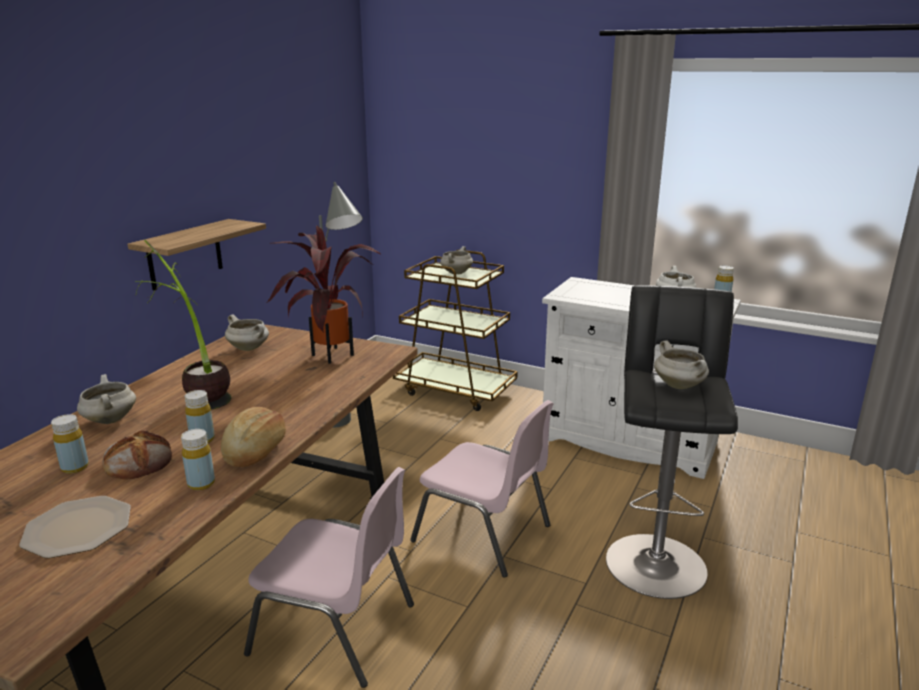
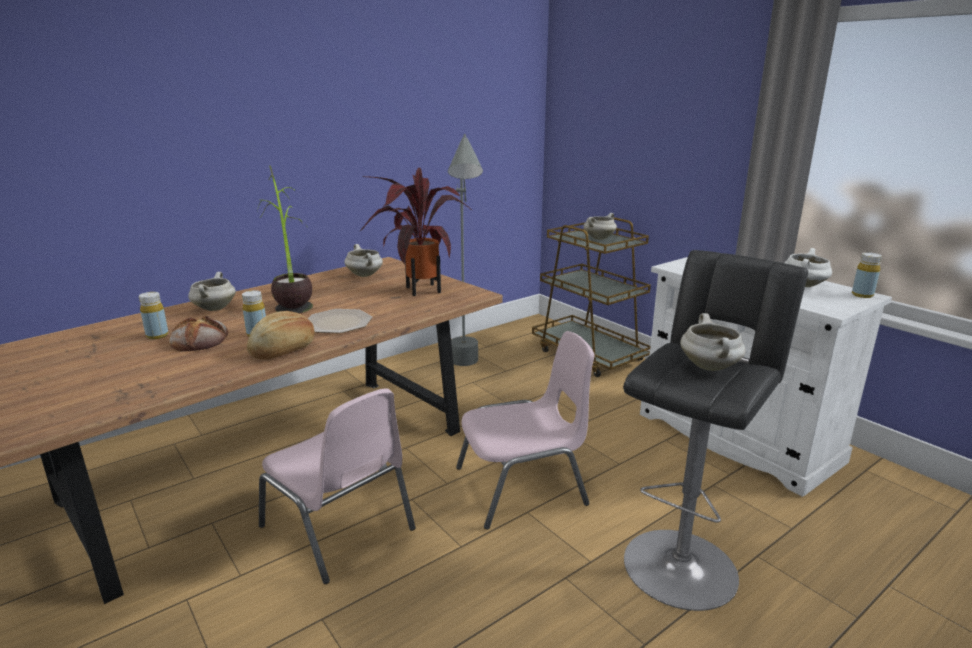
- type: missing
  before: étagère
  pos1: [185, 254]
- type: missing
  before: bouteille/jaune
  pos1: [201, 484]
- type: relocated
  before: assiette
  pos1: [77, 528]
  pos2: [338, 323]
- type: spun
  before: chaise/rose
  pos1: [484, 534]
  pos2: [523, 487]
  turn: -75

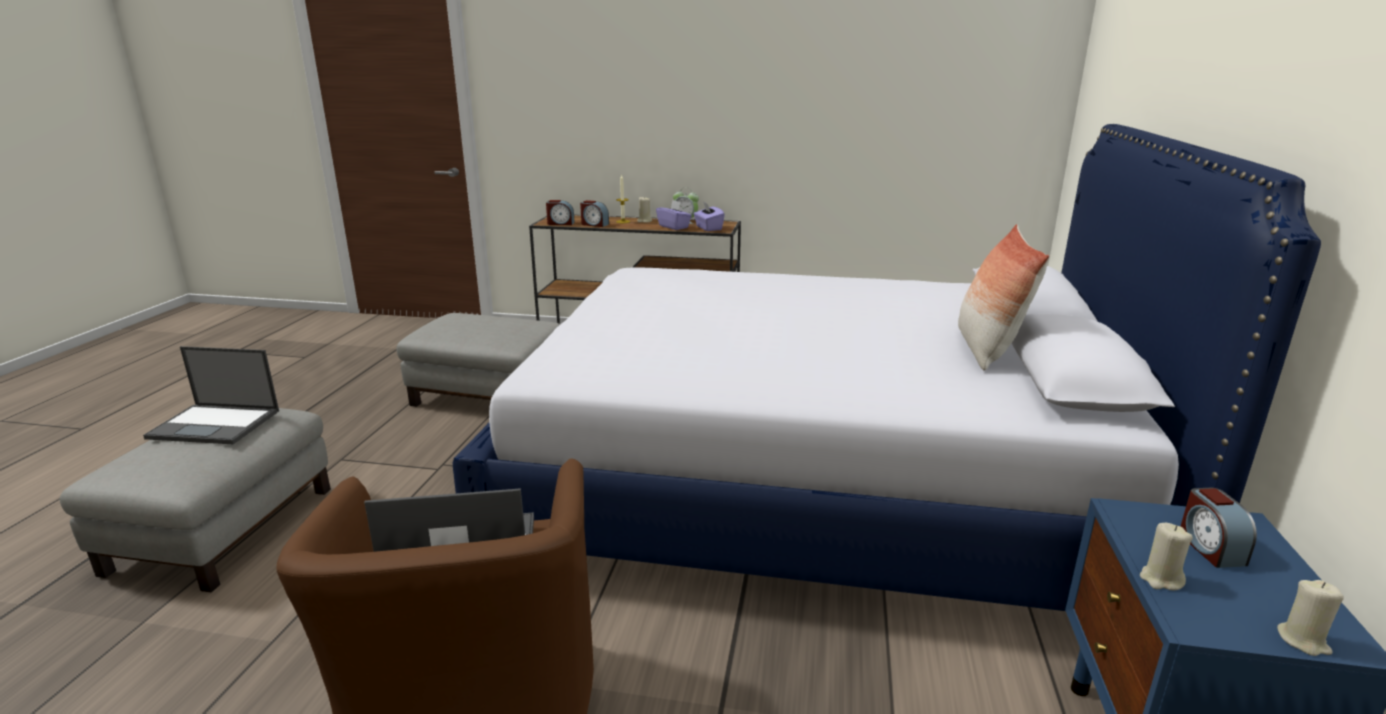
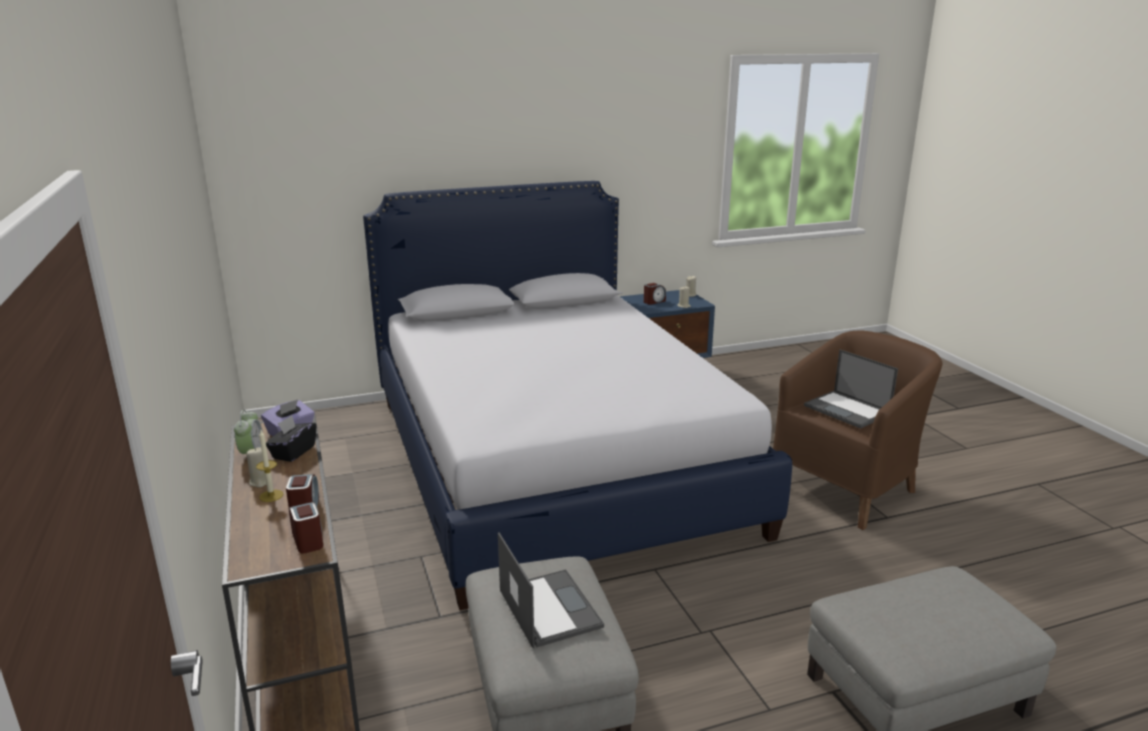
- type: missing
  before: coussin
  pos1: [986, 350]
- type: relocated
  before: ordinateur portable
  pos1: [216, 424]
  pos2: [549, 608]
- type: colour
  before: boîte à mouchoirs/violet
  after: boîte à mouchoirs/noir
  pos1: [674, 227]
  pos2: [293, 452]

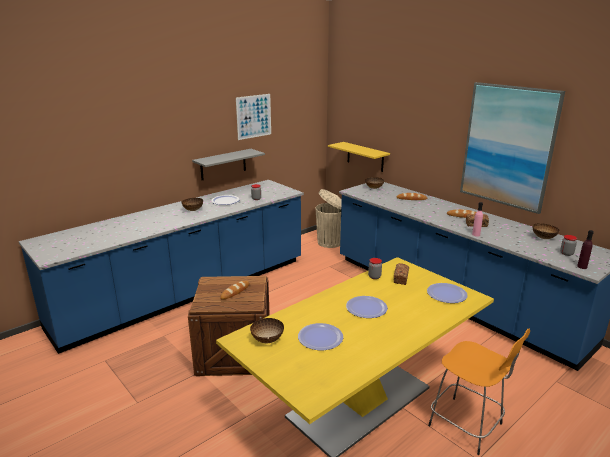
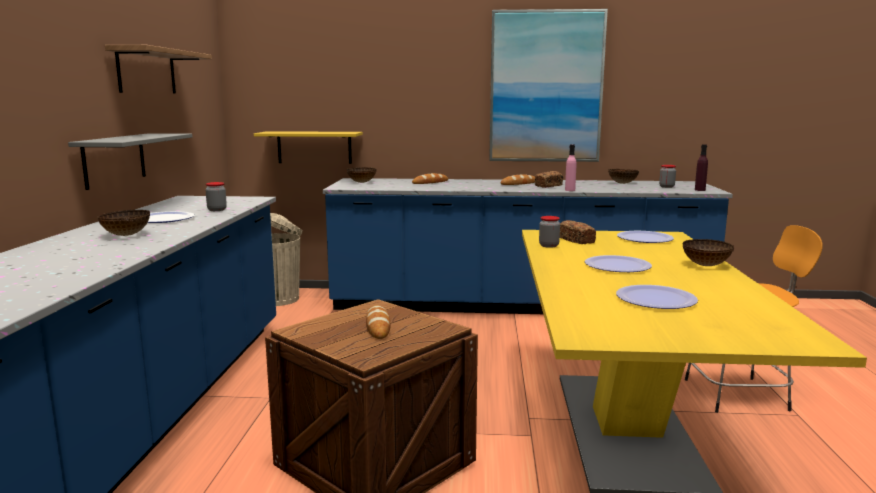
- type: relocated
  before: bol
  pos1: [267, 340]
  pos2: [705, 265]
- type: exchanged
  before: tableau
  after: étagère
  pos1: [254, 116]
  pos2: [147, 71]

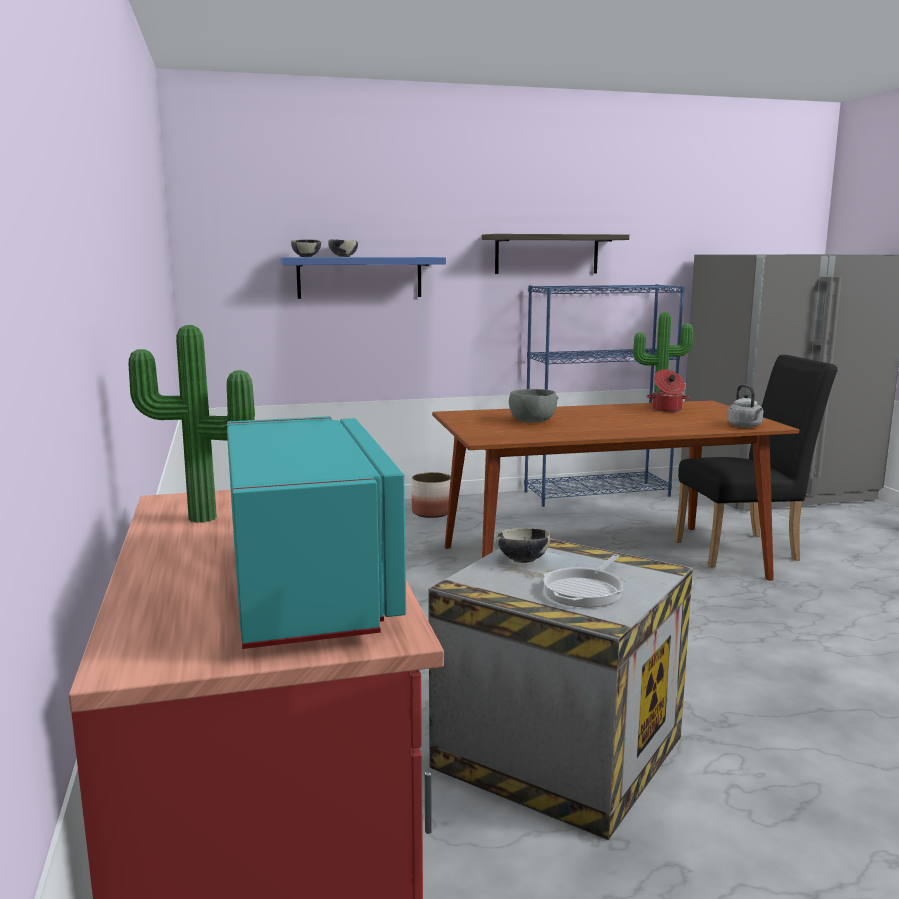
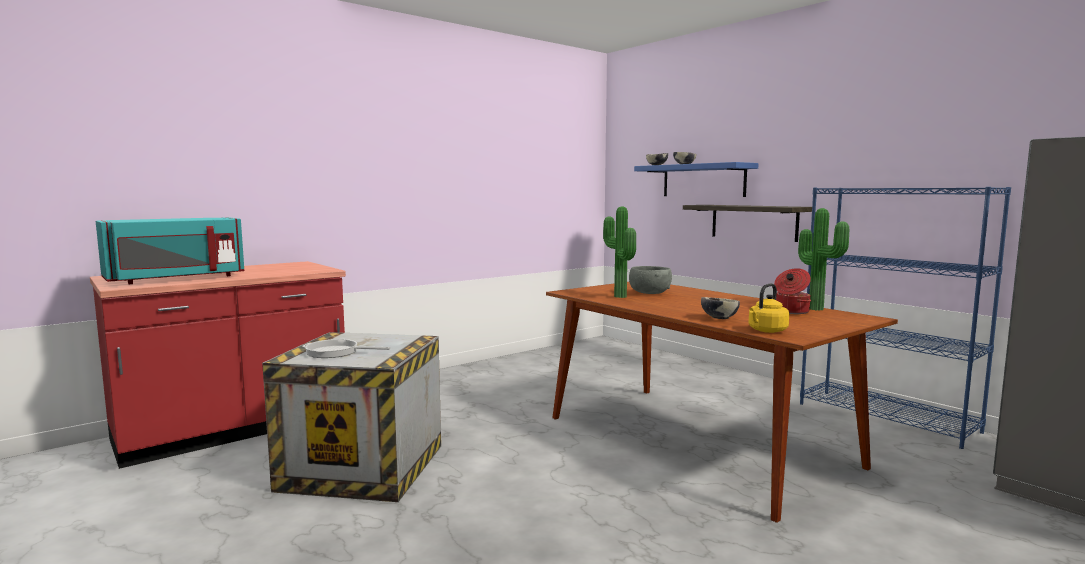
- type: missing
  before: cache-pot
  pos1: [432, 512]
- type: missing
  before: chaise/noir
  pos1: [744, 550]
- type: relocated
  before: plante en pot
  pos1: [201, 520]
  pos2: [618, 297]
- type: relocated
  before: étagère
  pos1: [546, 254]
  pos2: [753, 222]
- type: relocated
  before: bol
  pos1: [522, 560]
  pos2: [719, 318]
- type: colour
  before: bouilloire/gris
  after: bouilloire/jaune
  pos1: [745, 426]
  pos2: [766, 331]

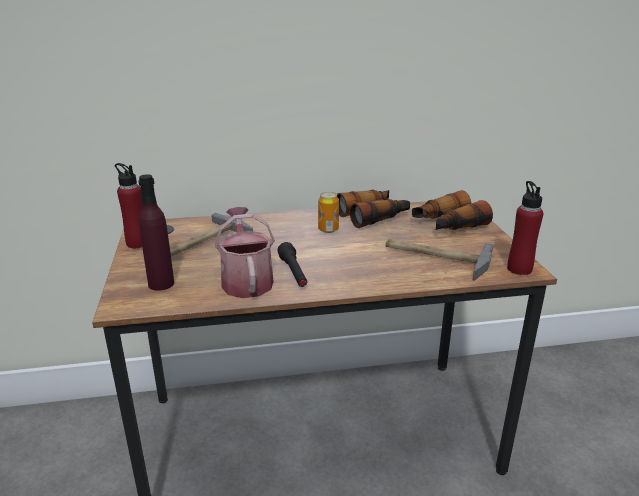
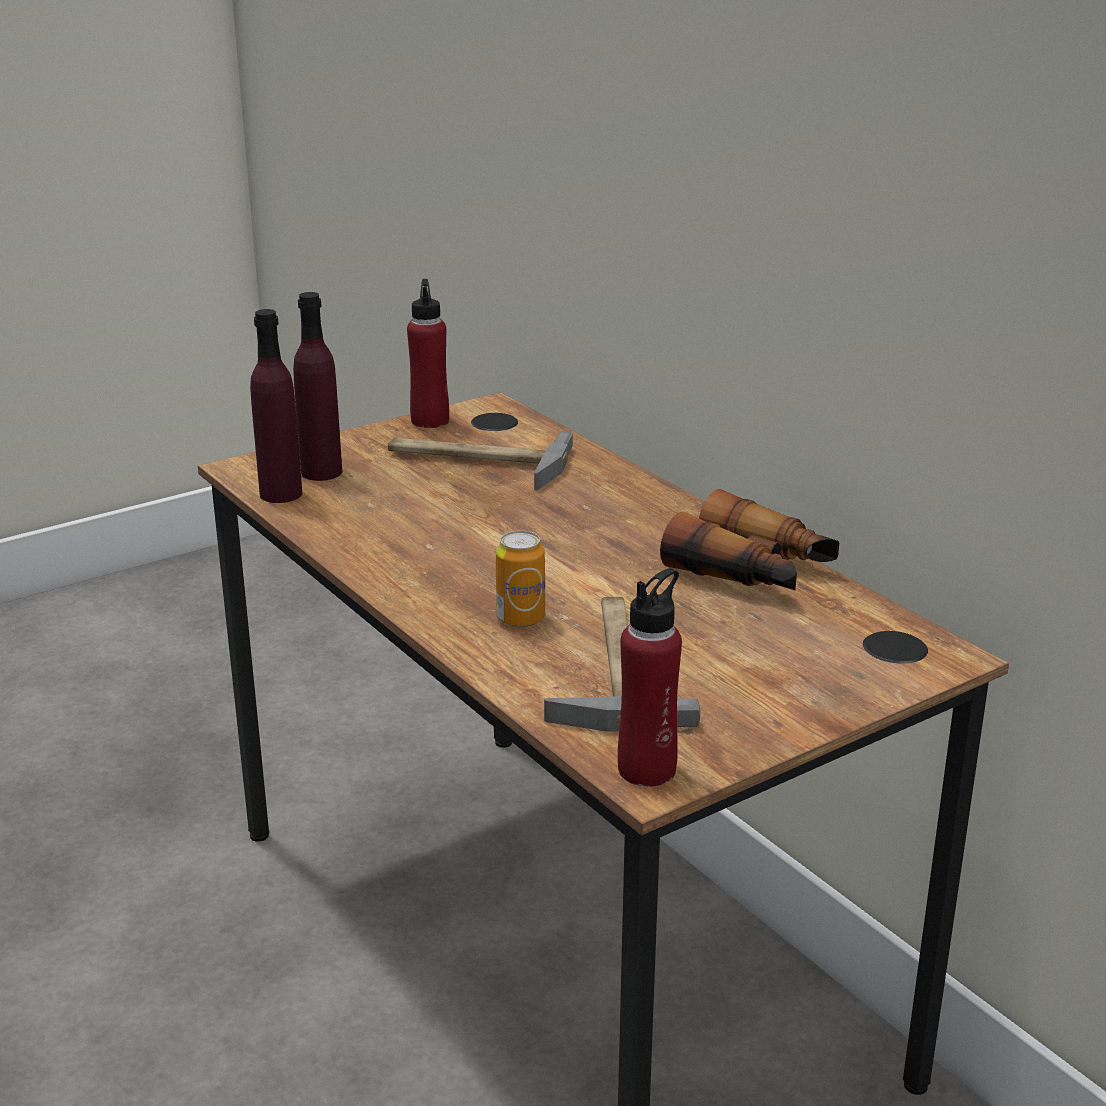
- type: missing
  before: arrosoir
  pos1: [246, 280]
- type: missing
  before: lampe de poche/noir
  pos1: [293, 273]
- type: missing
  before: jumelles
  pos1: [447, 224]
- type: appeared
  after: bouteille/violet
  pos2: [281, 494]
- type: relocated
  before: boîte métallique
  pos1: [328, 229]
  pos2: [520, 619]

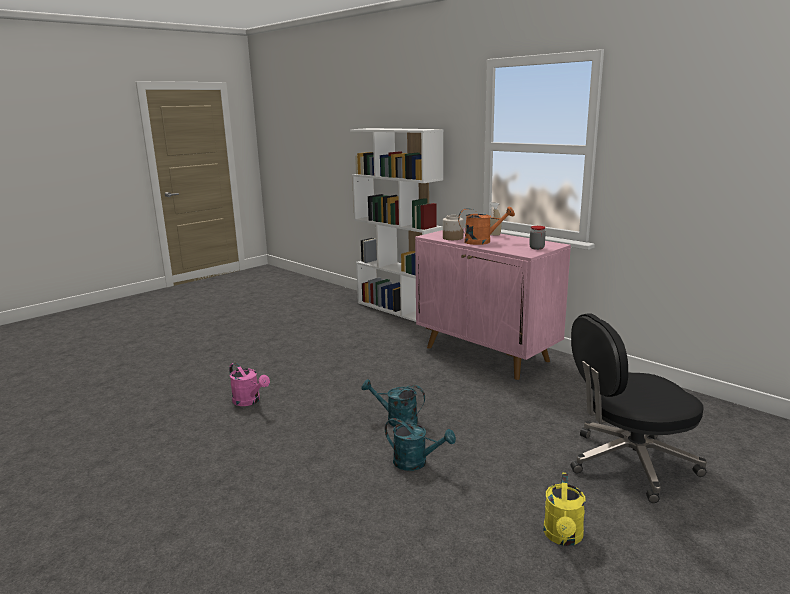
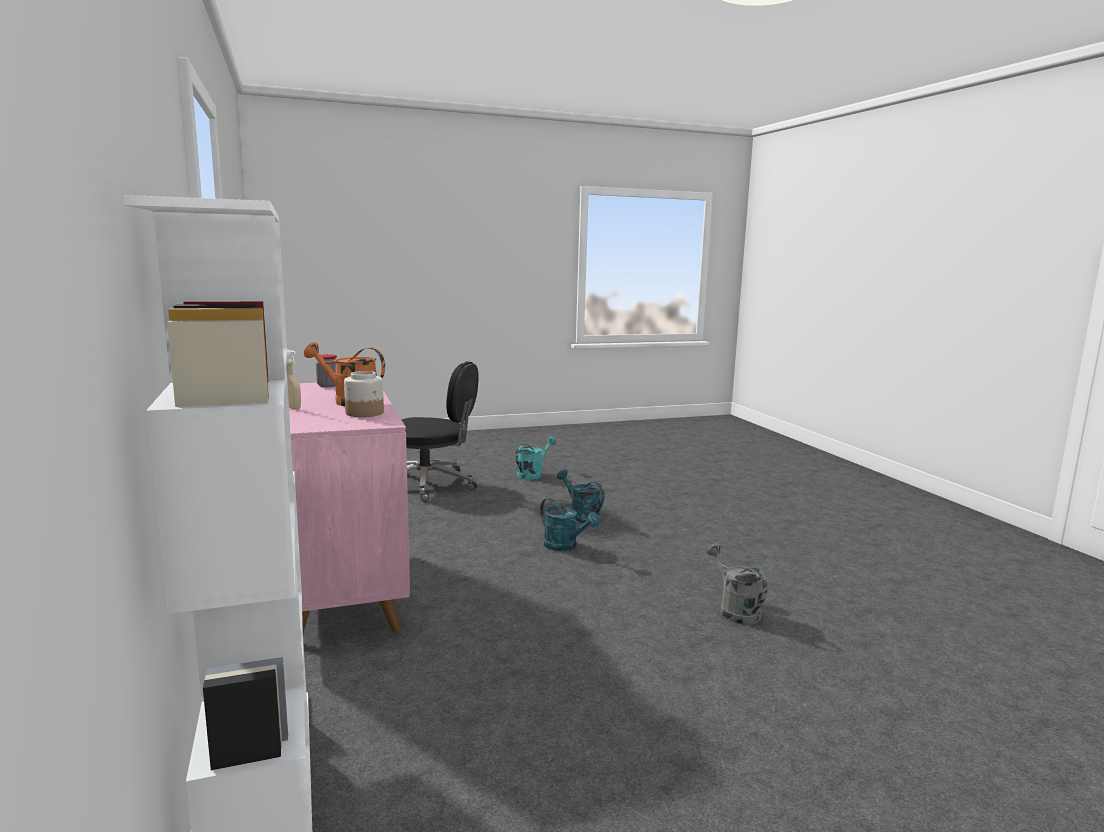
- type: colour
  before: arrosoir/rose
  after: arrosoir/gris
  pos1: [249, 401]
  pos2: [734, 609]
- type: colour
  before: arrosoir/jaune
  after: arrosoir/turquoise
  pos1: [563, 537]
  pos2: [533, 474]

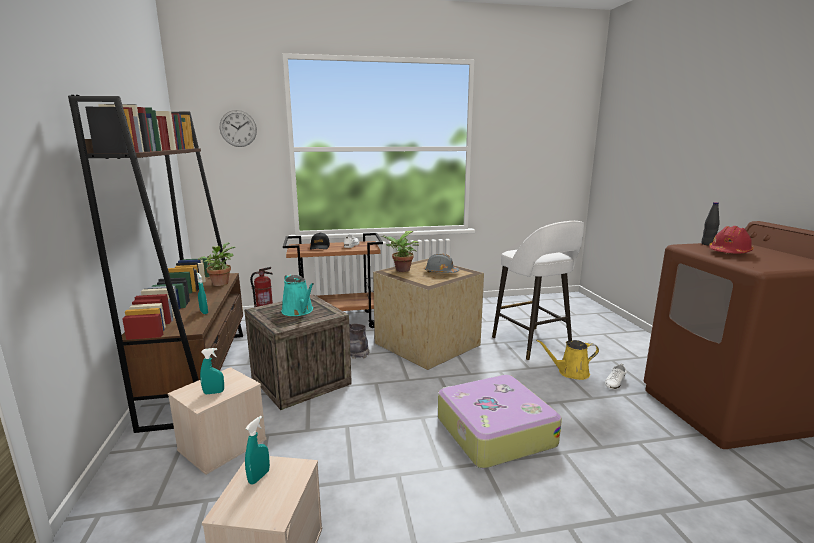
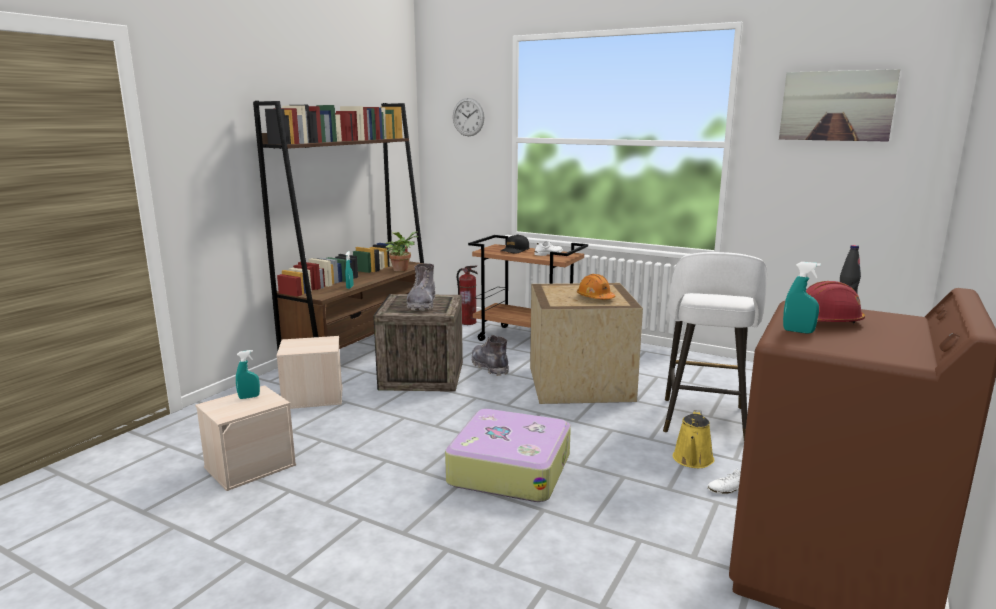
- type: missing
  before: plante en pot
  pos1: [401, 270]
- type: appeared
  after: tableau
  pos2: [836, 106]
- type: relocated
  before: vaporisateur/turquoise
  pos1: [214, 392]
  pos2: [798, 331]
- type: exchanged
  before: arrosoir/turquoise
  after: botte/gris
  pos1: [299, 311]
  pos2: [422, 304]
- type: colour
  before: casque de chantier/gris
  after: casque de chantier/orange
  pos1: [441, 272]
  pos2: [595, 298]
- type: spun
  before: arrosoir/jaune
  pos1: [570, 373]
  pos2: [693, 460]
  turn: -105

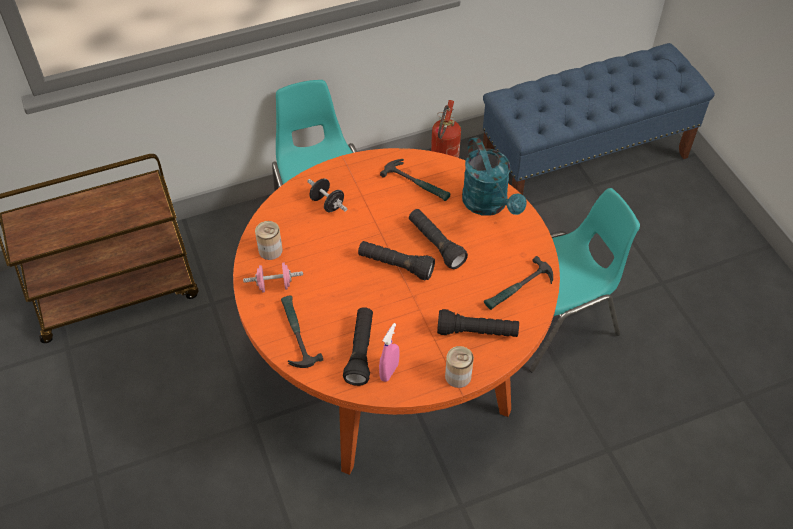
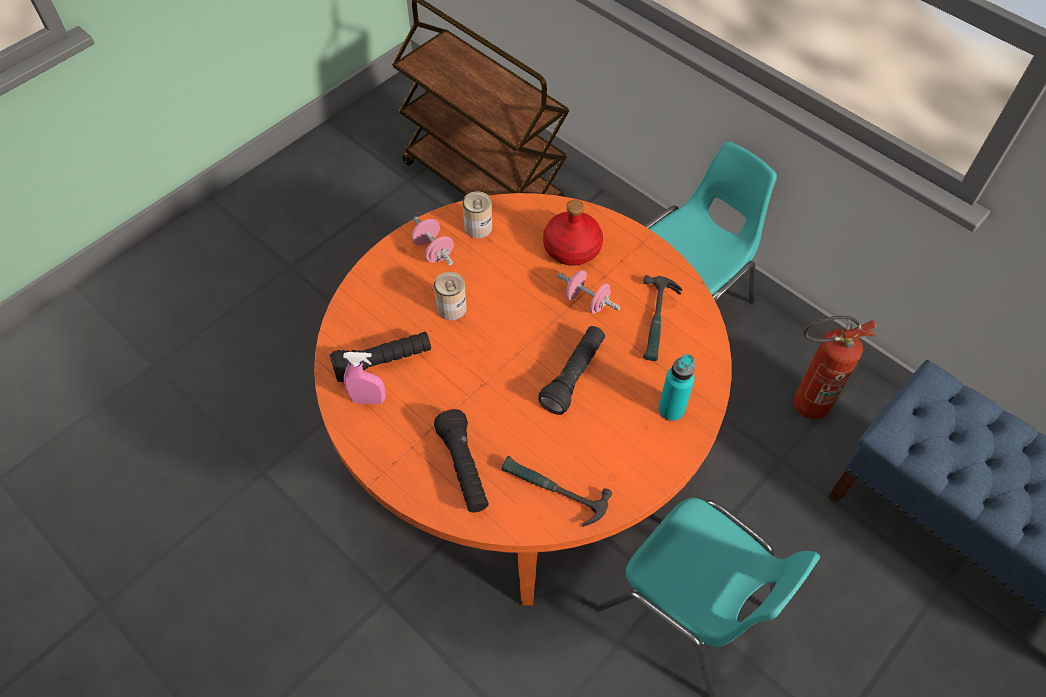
- type: missing
  before: marteau
  pos1: [295, 334]
- type: missing
  before: lampe de poche/noir
  pos1: [395, 266]
- type: appeared
  after: haltère/rose
  pos2: [587, 301]
- type: relocated
  before: boîte métallique
  pos1: [458, 376]
  pos2: [451, 308]
- type: exchanged
  before: haltère/noir
  after: bouteille/rouge
  pos1: [327, 203]
  pos2: [572, 248]
- type: exchanged
  before: arrosoir/turquoise
  after: bouteille/turquoise
  pos1: [489, 205]
  pos2: [671, 409]

